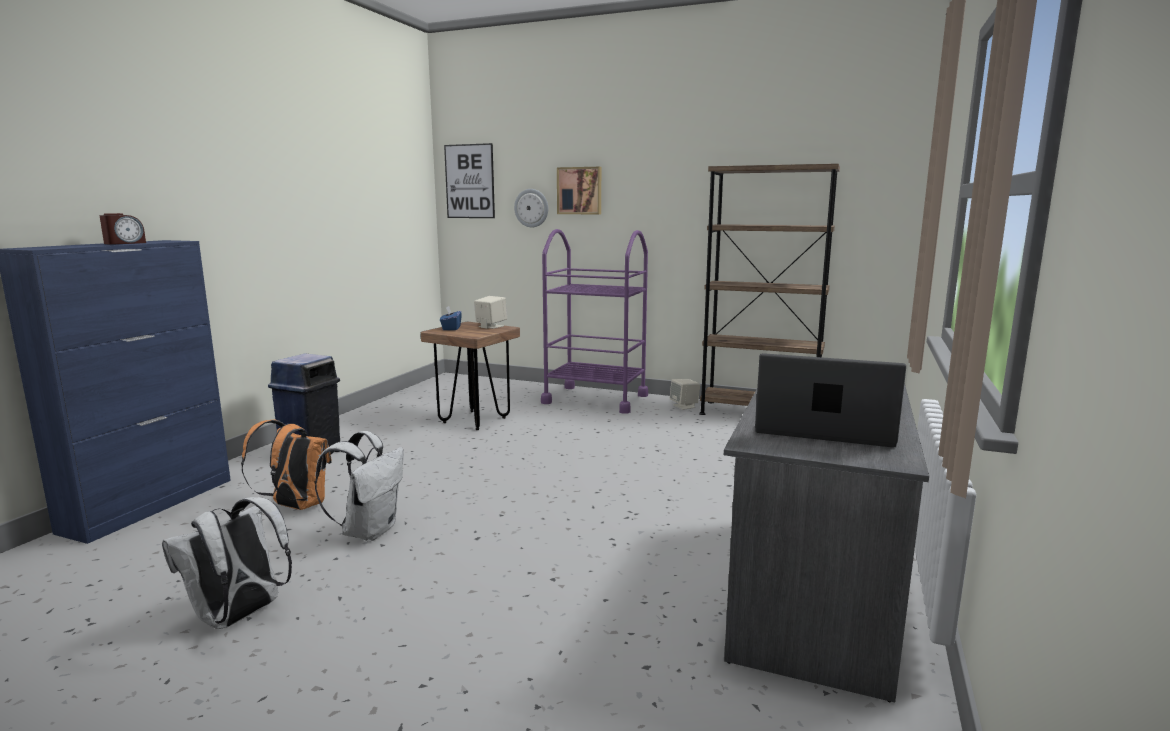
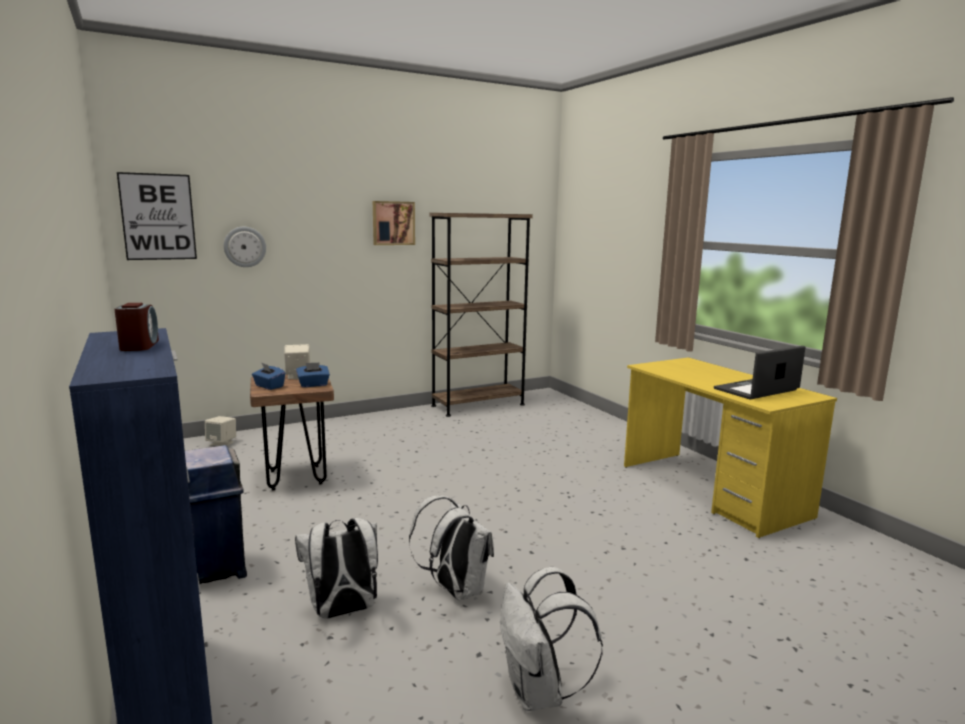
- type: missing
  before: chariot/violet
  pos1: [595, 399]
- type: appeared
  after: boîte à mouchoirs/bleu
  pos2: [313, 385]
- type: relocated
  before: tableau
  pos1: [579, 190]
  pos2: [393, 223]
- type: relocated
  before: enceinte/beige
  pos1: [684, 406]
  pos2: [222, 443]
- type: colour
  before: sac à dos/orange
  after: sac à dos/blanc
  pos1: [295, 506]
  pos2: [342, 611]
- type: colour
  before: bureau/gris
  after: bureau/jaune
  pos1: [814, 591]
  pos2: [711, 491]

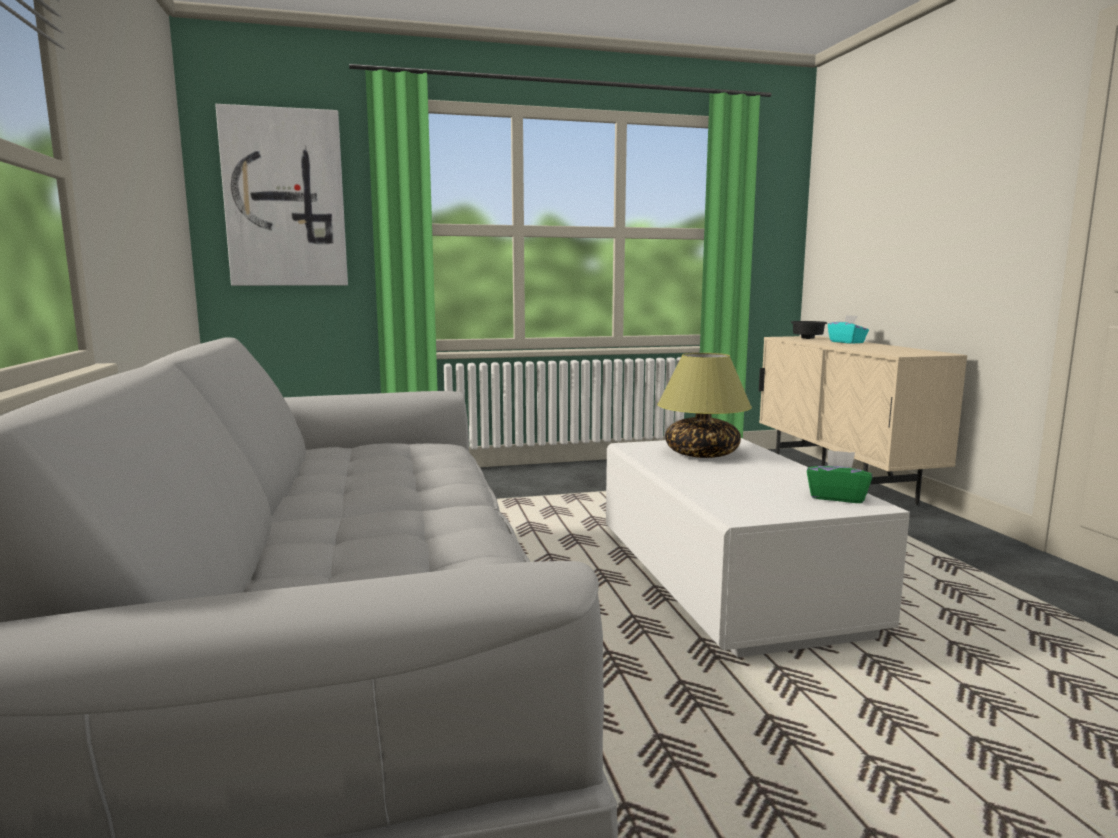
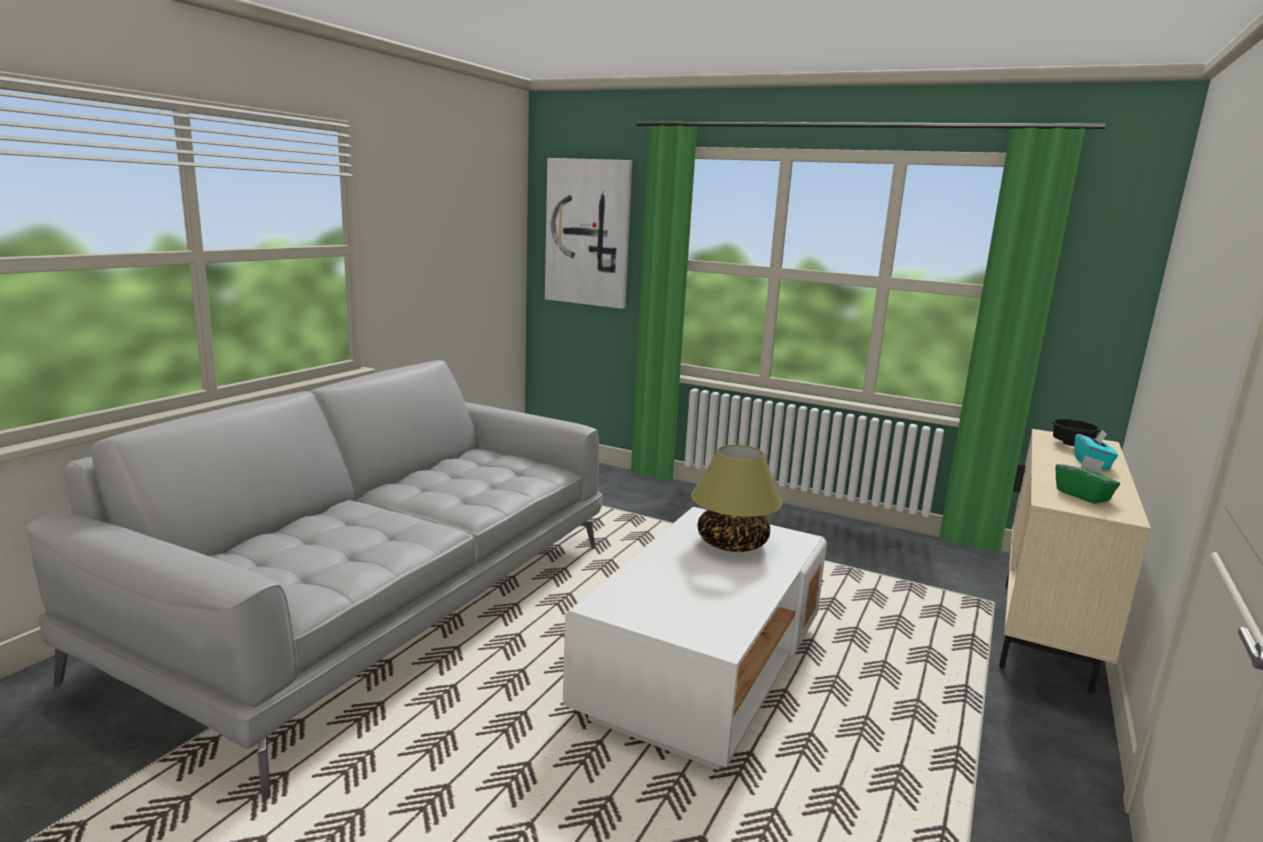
- type: relocated
  before: boîte à mouchoirs/vert
  pos1: [837, 497]
  pos2: [1083, 495]

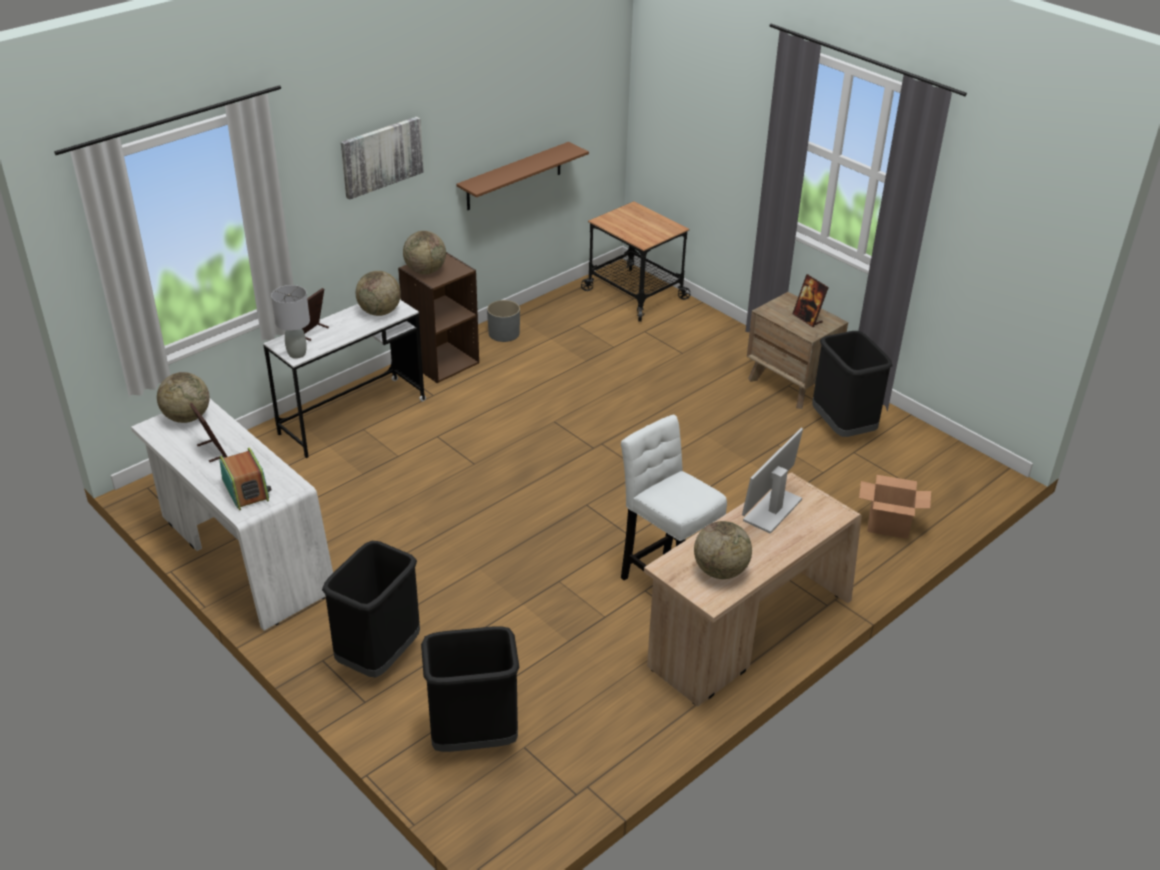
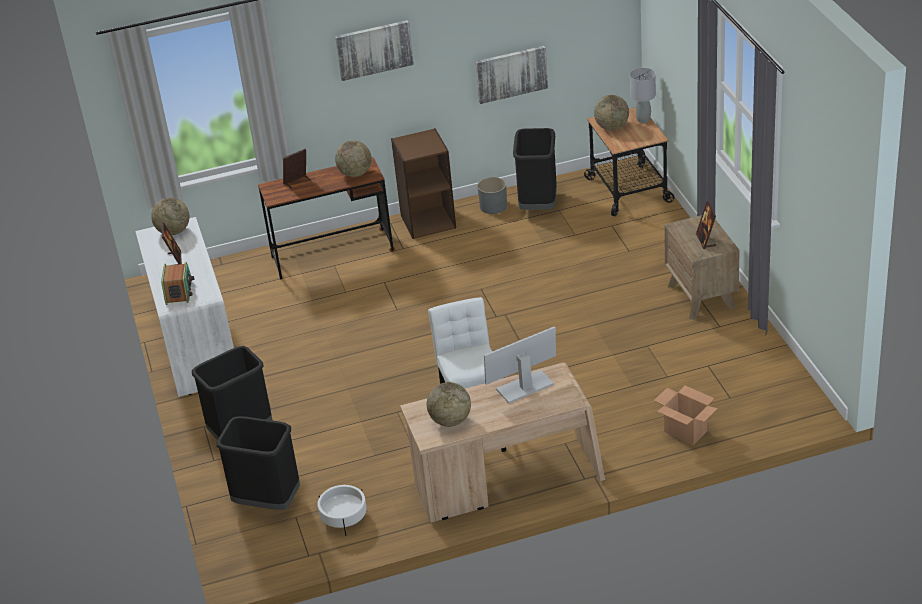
- type: appeared
  after: cache-pot/blanc
  pos2: [344, 518]
- type: relocated
  before: lampe de table/gris
  pos1: [296, 354]
  pos2: [643, 119]
- type: relocated
  before: globe
  pos1: [425, 271]
  pos2: [612, 127]
- type: relocated
  before: poubelle/noir
  pos1: [843, 427]
  pos2: [538, 205]
- type: exchanged
  before: étagère/marron
  after: tableau
  pos1: [514, 176]
  pos2: [511, 73]
- type: colour
  before: bureau/blanc
  after: bureau/marron
  pos1: [352, 417]
  pos2: [332, 254]

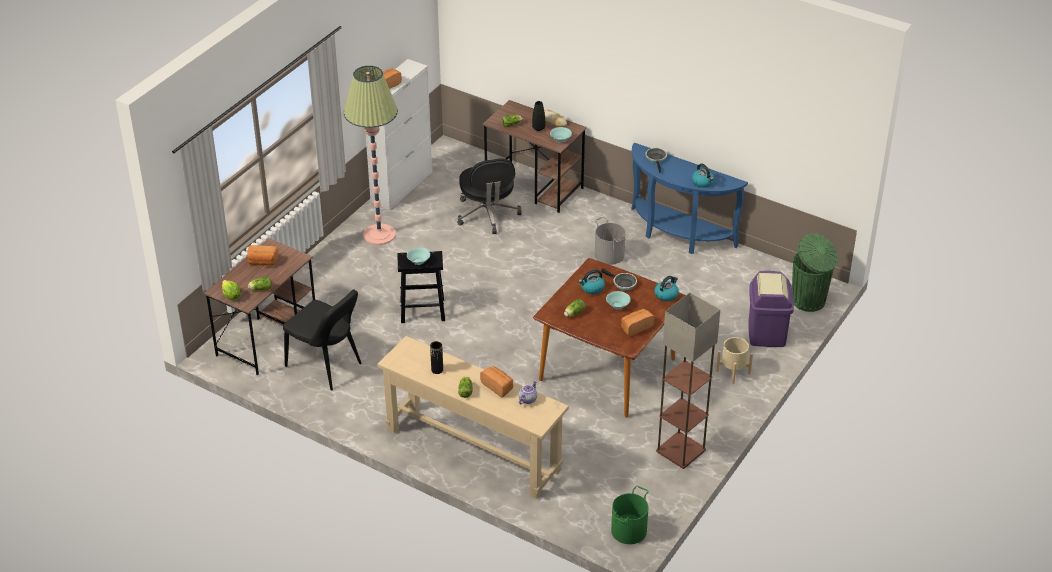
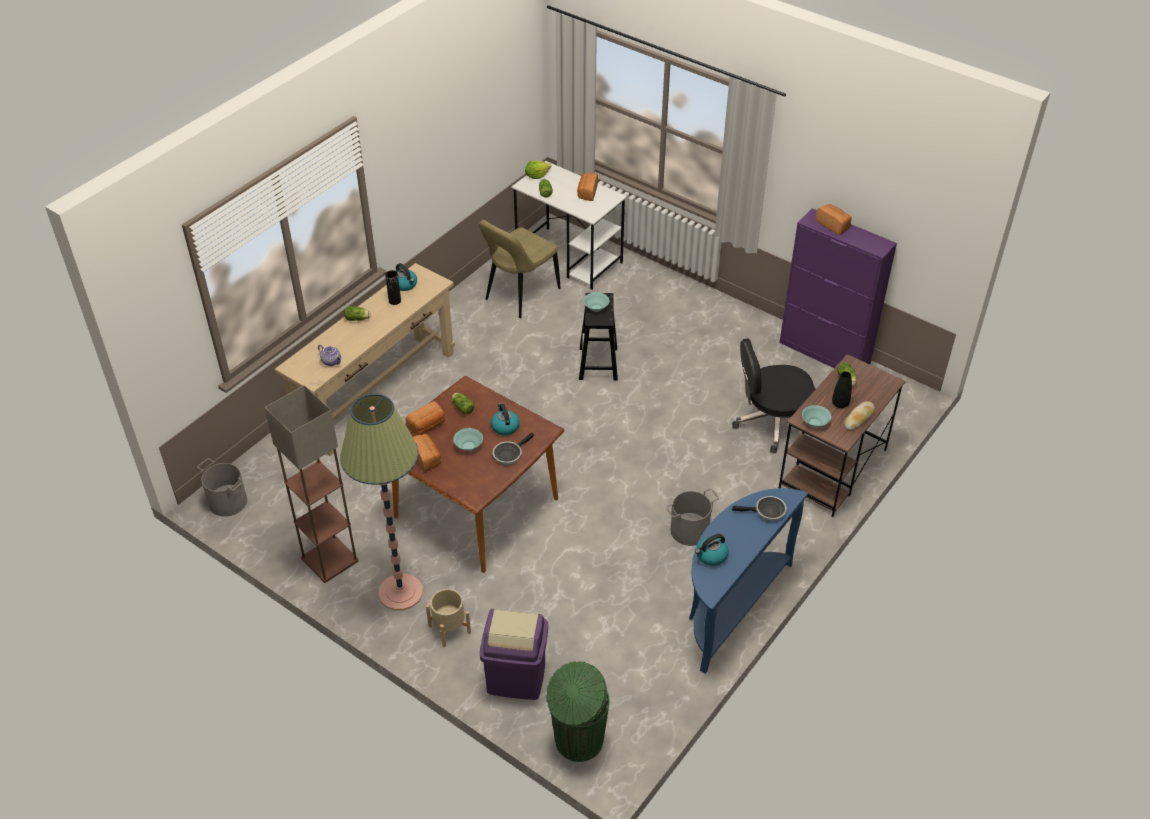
- type: relocated
  before: lampadaire
  pos1: [379, 235]
  pos2: [400, 592]
- type: relocated
  before: pain
  pos1: [498, 386]
  pos2: [427, 426]
- type: relocated
  before: bouilloire
  pos1: [666, 295]
  pos2: [405, 284]
- type: colour
  before: bureau/marron
  after: bureau/blanc
  pos1: [267, 337]
  pos2: [570, 258]
- type: colour
  before: chaise/noir
  after: chaise/beige
  pos1: [326, 367]
  pos2: [520, 296]
- type: colour
  before: meuble de rangement/blanc
  after: meuble de rangement/violet
  pos1: [402, 186]
  pos2: [824, 353]
- type: colour
  before: seau/vert
  after: seau/gris
  pos1: [629, 531]
  pos2: [227, 502]

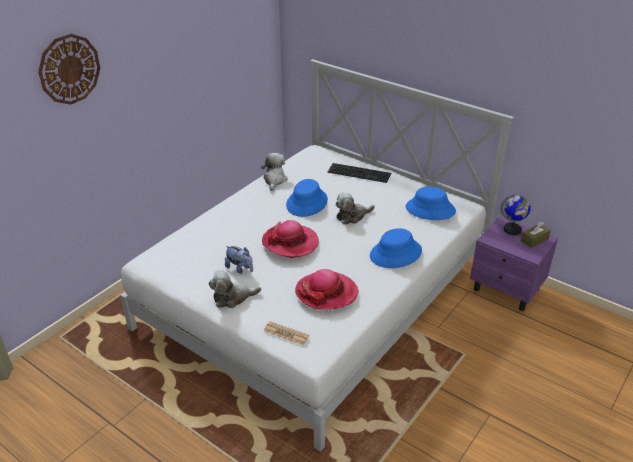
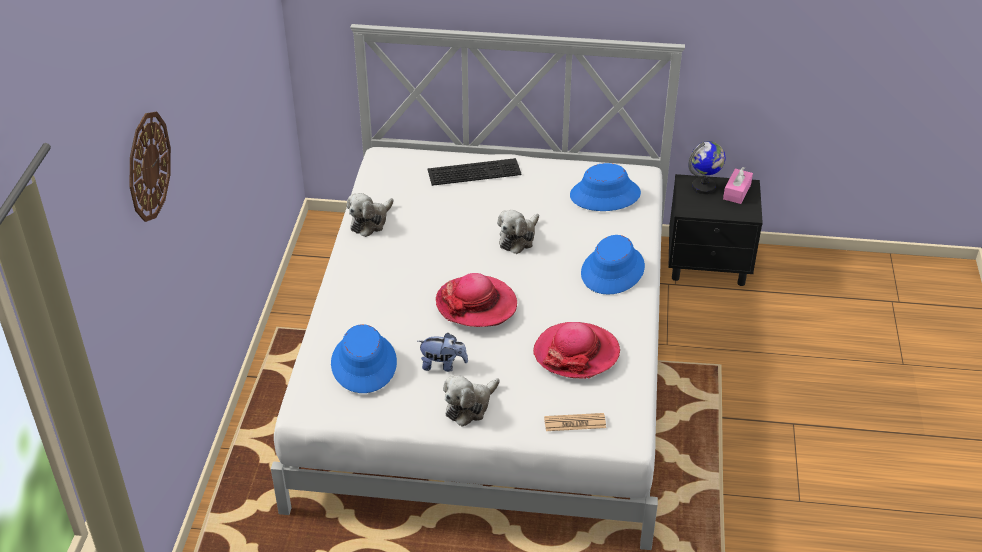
- type: relocated
  before: chapeau/bleu
  pos1: [307, 203]
  pos2: [364, 363]
- type: colour
  before: table de chevet/violet
  after: table de chevet/noir
  pos1: [507, 289]
  pos2: [709, 265]
- type: colour
  before: boîte à mouchoirs/marron
  after: boîte à mouchoirs/rose
  pos1: [534, 240]
  pos2: [737, 192]
- type: spun
  before: peluche
  pos1: [274, 180]
  pos2: [370, 222]
  turn: -120

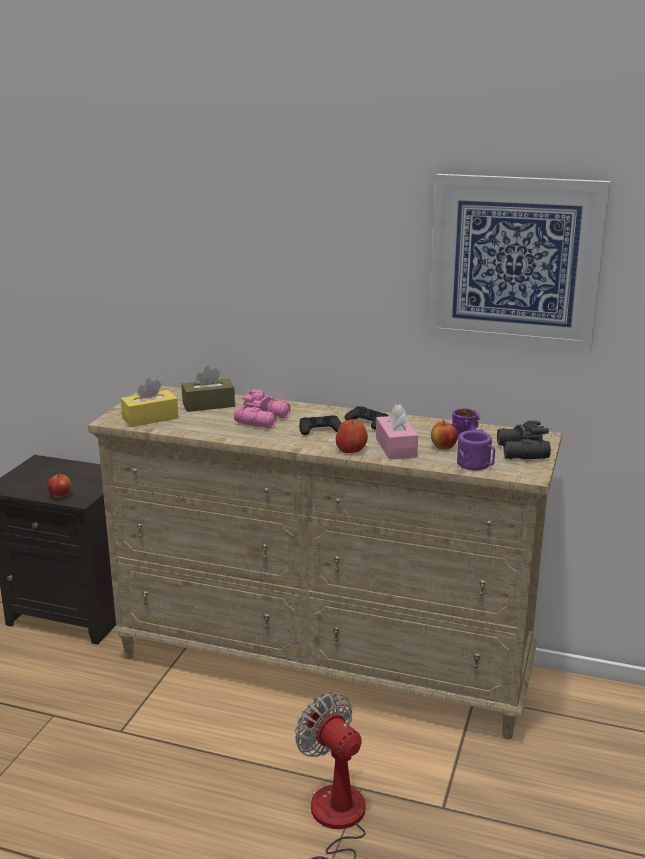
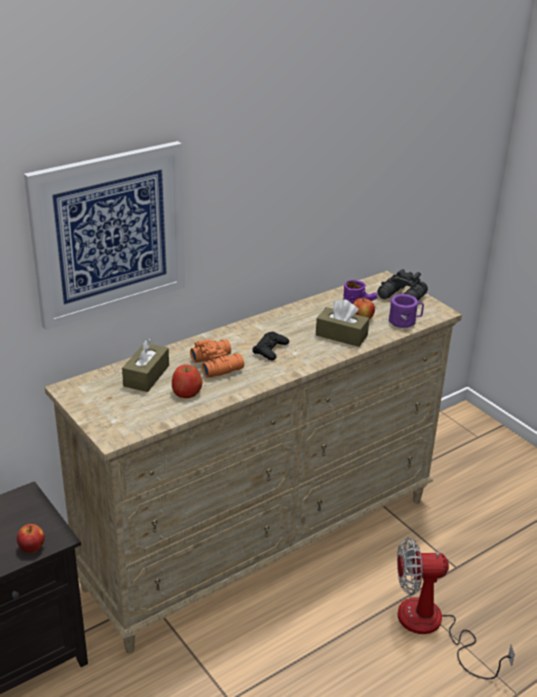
- type: missing
  before: boîte à mouchoirs/jaune
  pos1: [150, 418]
- type: missing
  before: manette/noir
  pos1: [367, 422]
- type: relocated
  before: pomme
  pos1: [351, 449]
  pos2: [186, 392]
- type: relocated
  before: tableau
  pos1: [515, 261]
  pos2: [109, 234]
- type: colour
  before: jumelles/rose
  after: jumelles/orange
  pos1: [264, 420]
  pos2: [217, 364]
- type: colour
  before: boîte à mouchoirs/rose
  after: boîte à mouchoirs/marron
  pos1: [396, 447]
  pos2: [341, 335]

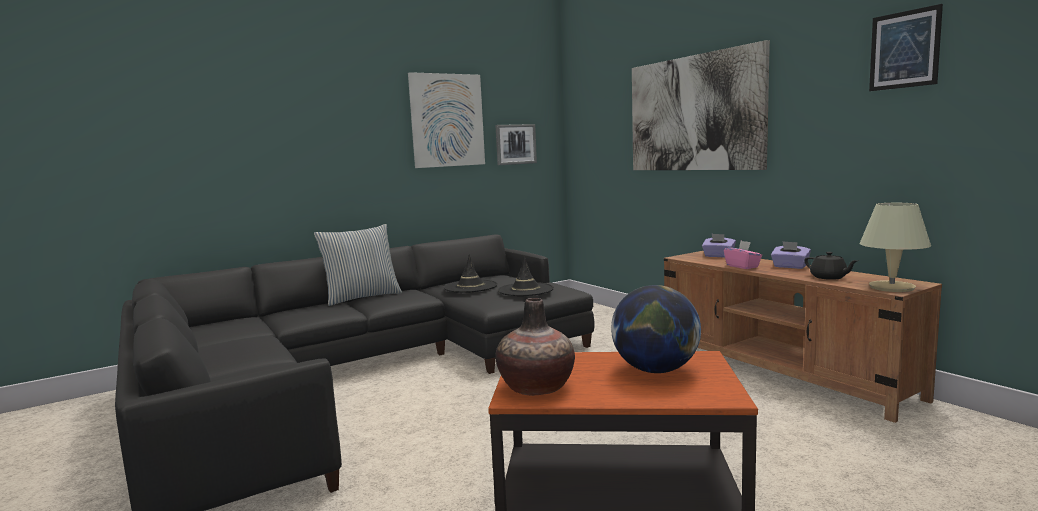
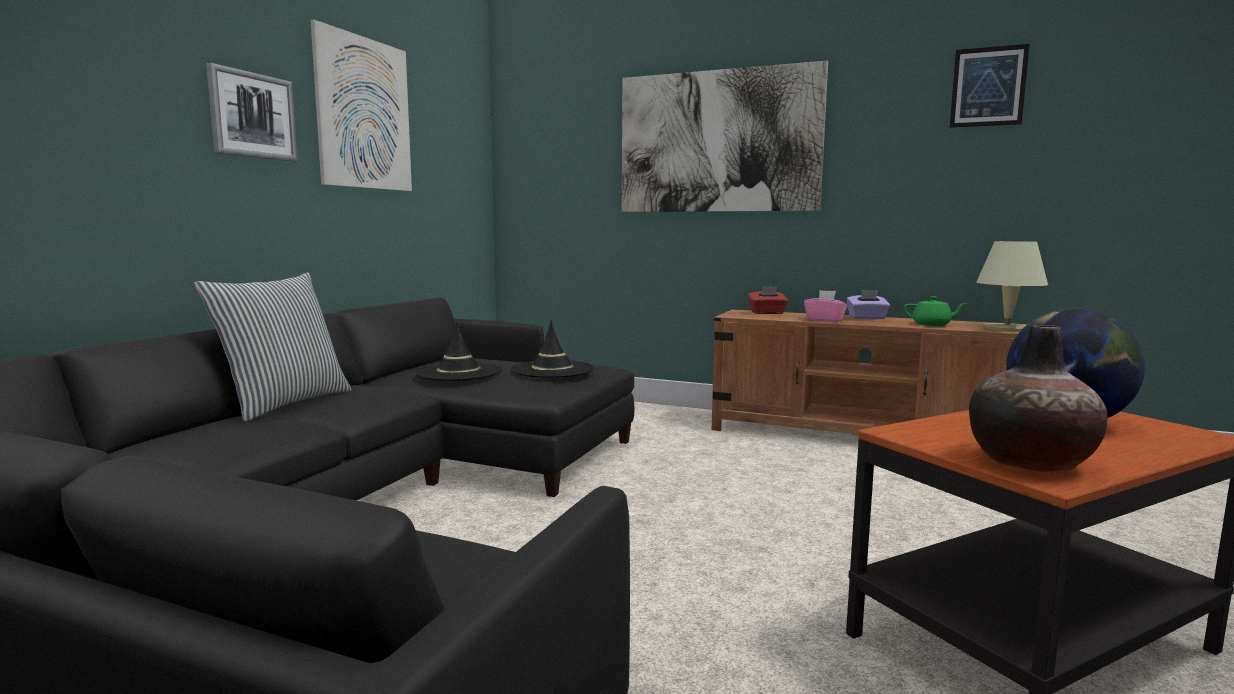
- type: relocated
  before: tableau
  pos1: [515, 144]
  pos2: [252, 115]
- type: colour
  before: boîte à mouchoirs/violet
  after: boîte à mouchoirs/rouge
  pos1: [718, 256]
  pos2: [767, 313]
- type: colour
  before: théière/noir
  after: théière/vert
  pos1: [829, 277]
  pos2: [932, 324]

